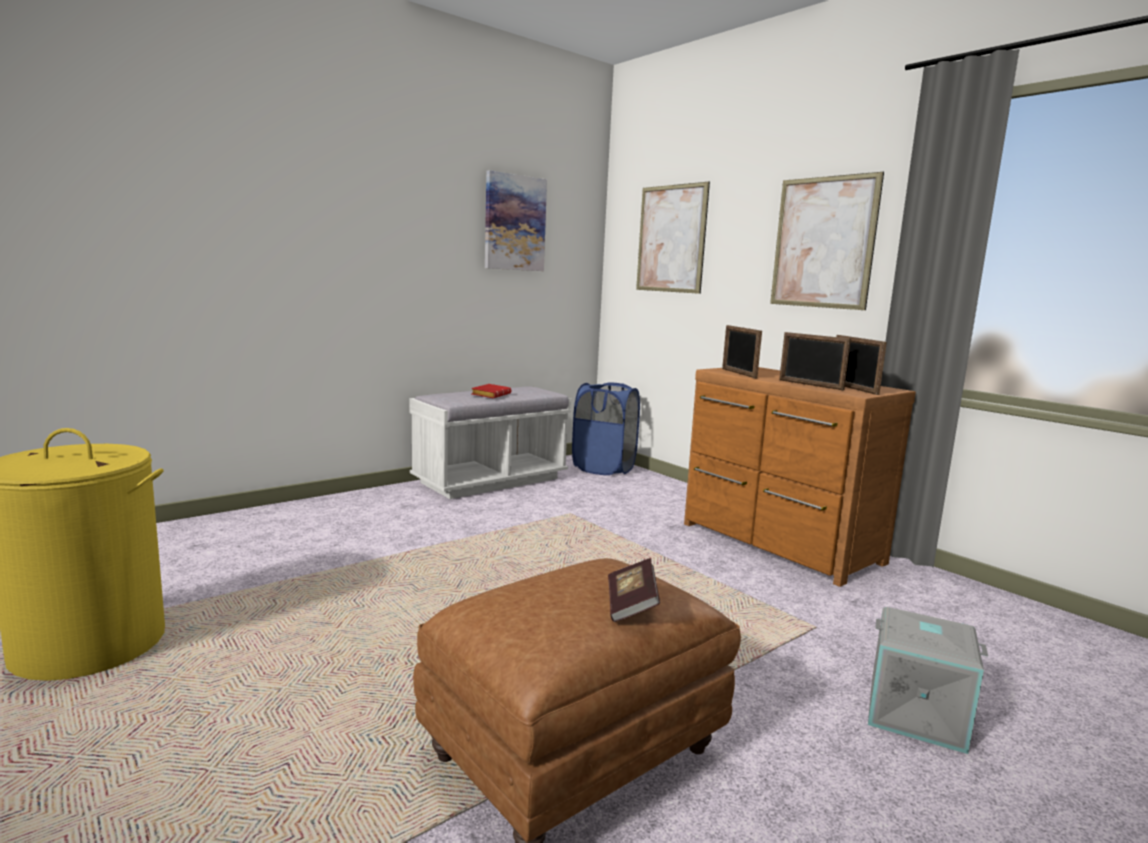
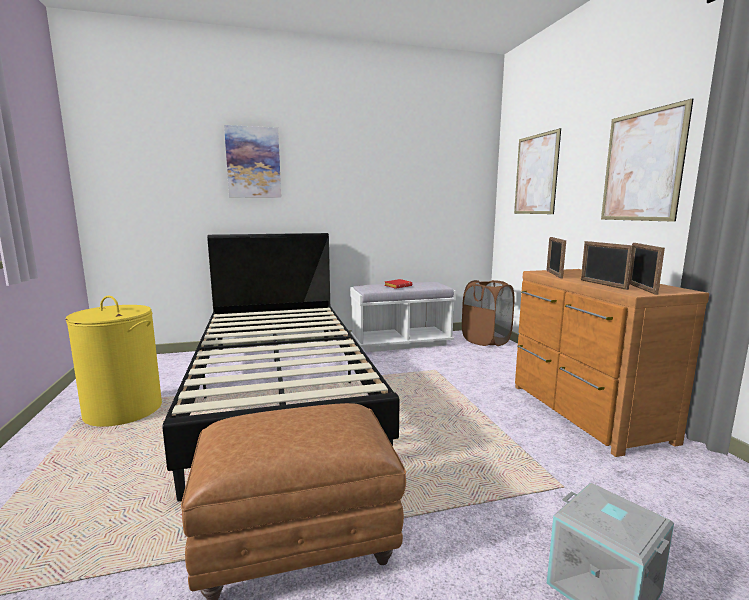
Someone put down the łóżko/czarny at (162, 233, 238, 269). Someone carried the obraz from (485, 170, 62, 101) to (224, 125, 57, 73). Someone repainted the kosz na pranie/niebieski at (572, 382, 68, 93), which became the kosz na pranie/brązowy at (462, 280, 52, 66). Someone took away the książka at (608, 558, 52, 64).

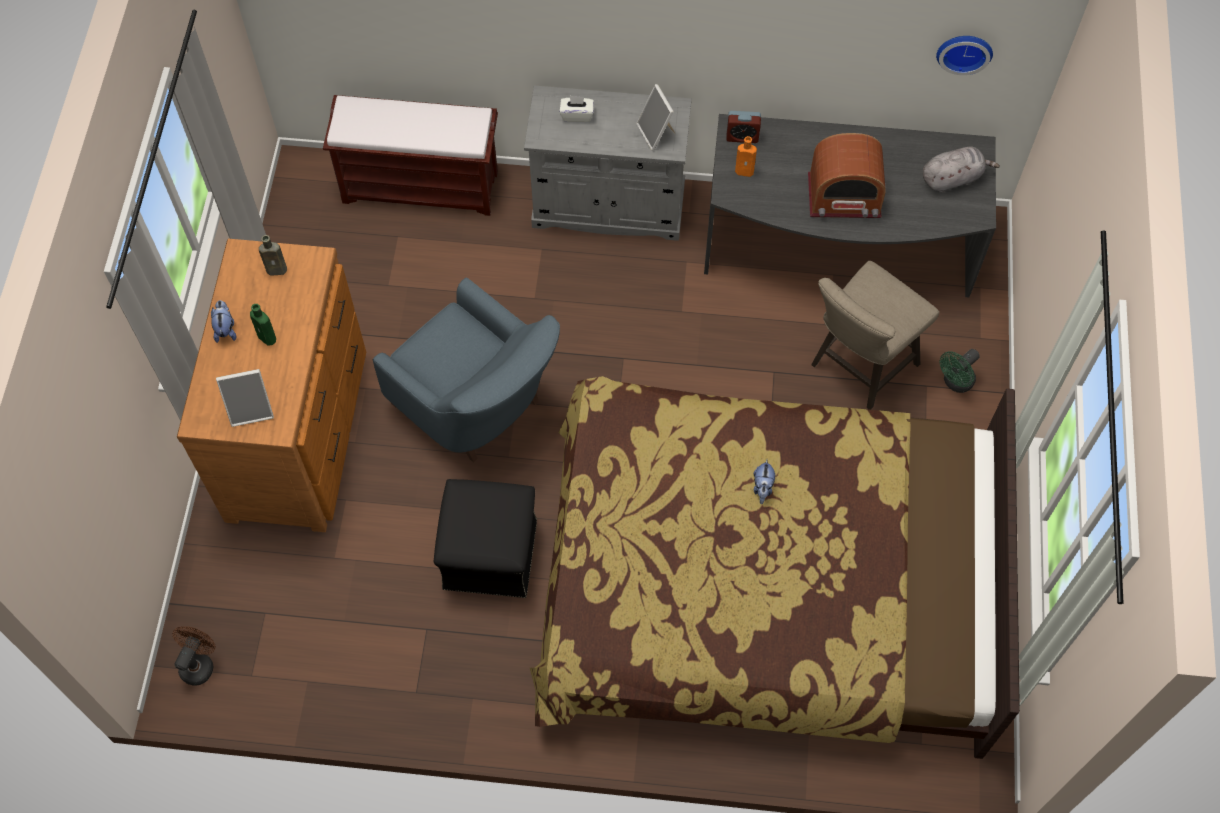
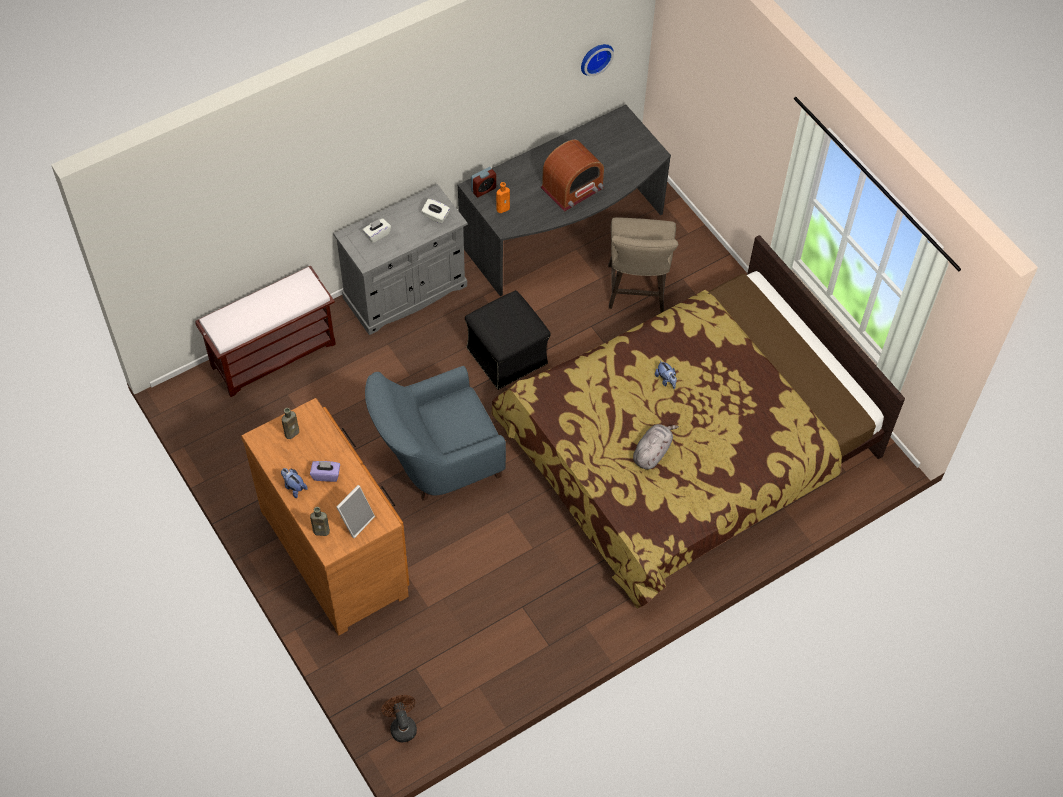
Someone swapped the butelka/zielony at (250, 304, 26, 42) for the pudełko chusteczek/fioletowy at (310, 461, 30, 21). Someone put down the butelka/brązowy at (310, 507, 20, 29). Someone rotated the fotel/niebieski at (372, 277, 188, 185) by 150 degrees clockwise. Someone swapped the ramka na zdjęcie at (636, 84, 39, 67) for the pudełko chusteczek/biały at (421, 199, 29, 25). Someone carried the pufa/czarny from (434, 479, 103, 119) to (465, 290, 86, 100). Someone carried the pluszak/szary from (923, 146, 77, 47) to (633, 424, 46, 46). Someone took away the wentylator/zielony at (940, 349, 40, 44).

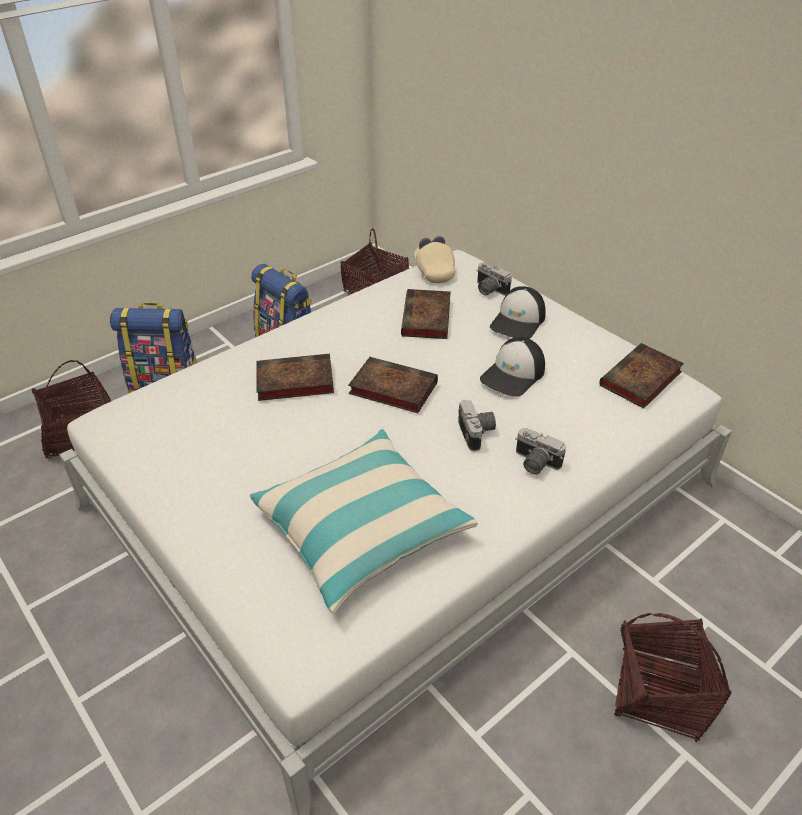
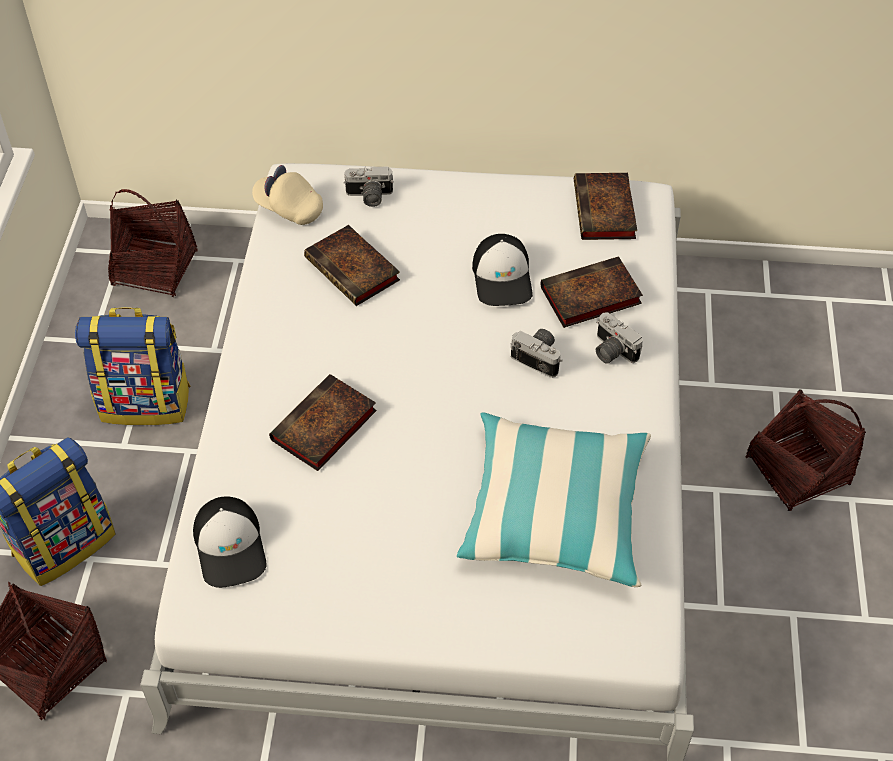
Someone carried the czapka z daszkiem from (490, 286, 56, 53) to (193, 497, 74, 91). Someone carried the książka from (348, 357, 90, 56) to (541, 256, 102, 72). Someone rotated the aparat fotograficzny at (515, 428, 51, 46) by 60 degrees clockwise.

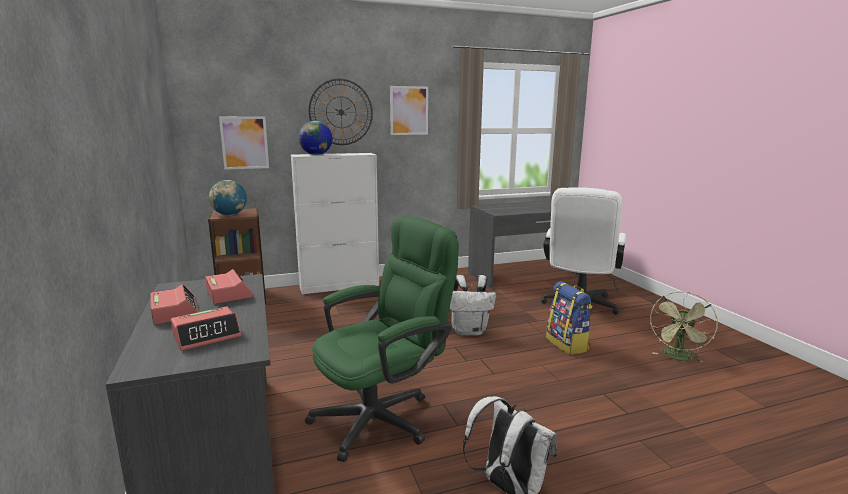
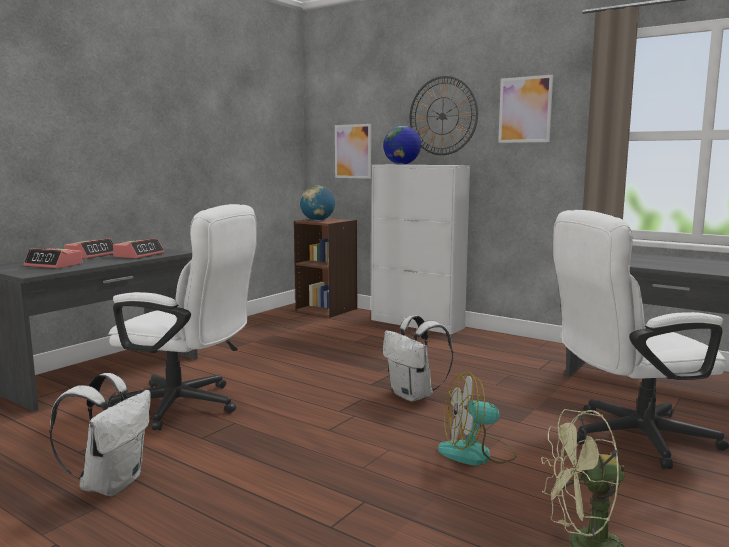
Someone repainted the krzesło biurowe/zielony at (305, 216, 154, 246), which became the krzesło biurowe/biały at (108, 204, 149, 226). Someone swapped the plecak at (546, 282, 46, 73) for the wentylator at (438, 372, 79, 93).

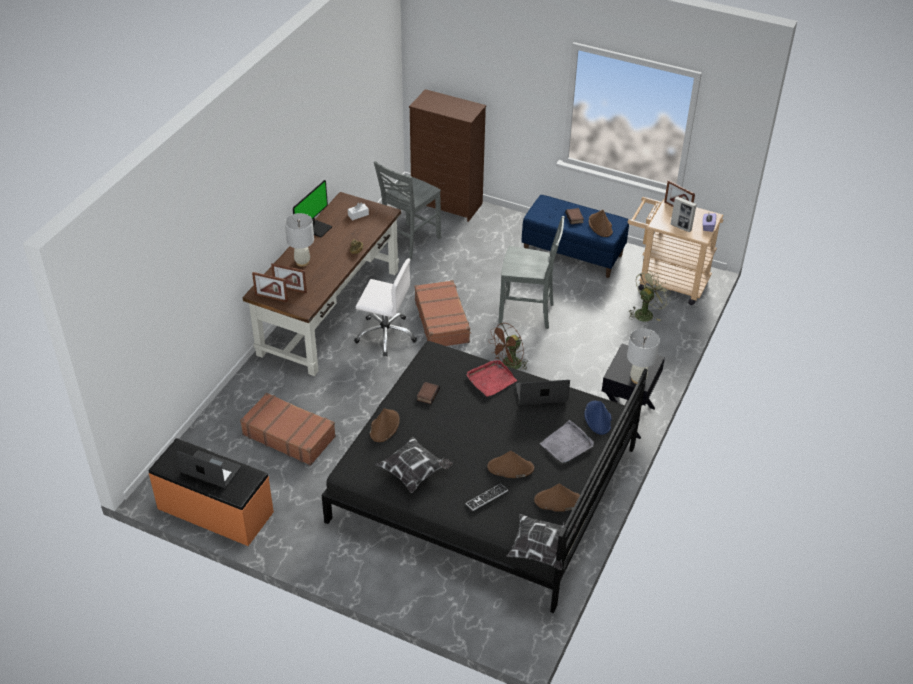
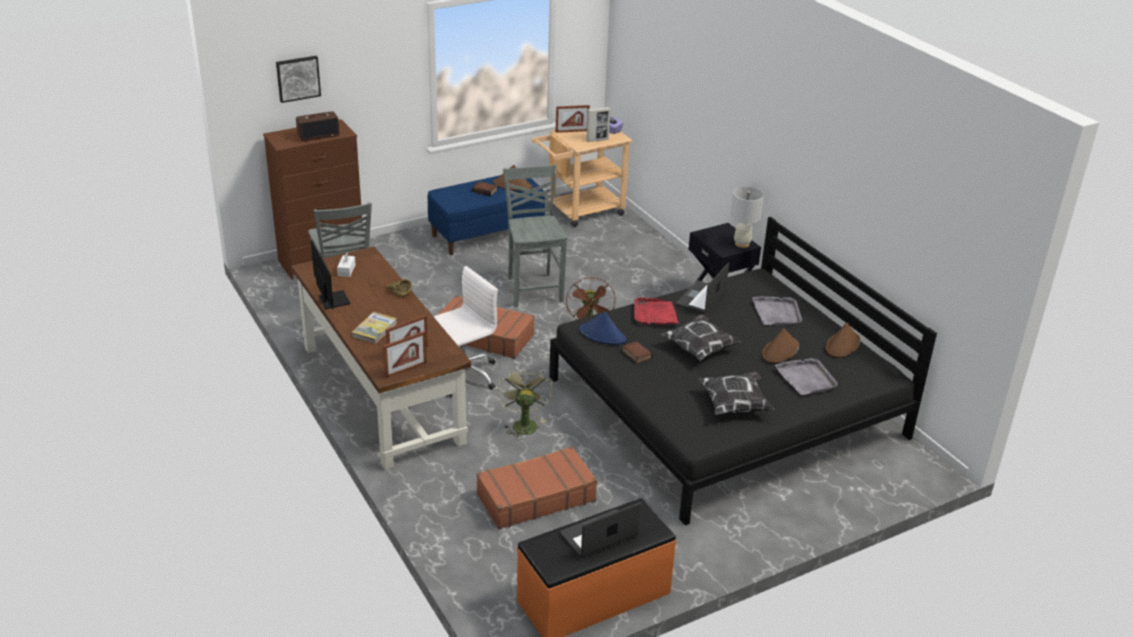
Someone put up the obraz at (276, 56, 45, 47). Someone put down the radio at (296, 111, 44, 30). Someone swapped the lampa stołowa/biały at (285, 213, 29, 54) for the książka at (352, 312, 45, 32). Someone carried the wentylator/zielony from (629, 270, 42, 52) to (497, 367, 56, 73). Someone rotated the krzesło/szary at (499, 216, 66, 113) by 60 degrees counterclockwise. Someone carried the kapelusz/niebieski from (584, 401, 28, 34) to (579, 312, 47, 33). Someone carried the poduszka from (507, 514, 70, 56) to (661, 314, 80, 47). Someone swapped the klawiatura at (465, 484, 43, 27) for the taca/szary at (775, 358, 63, 37). Someone took away the kapelusz/brązowy at (370, 408, 30, 34).

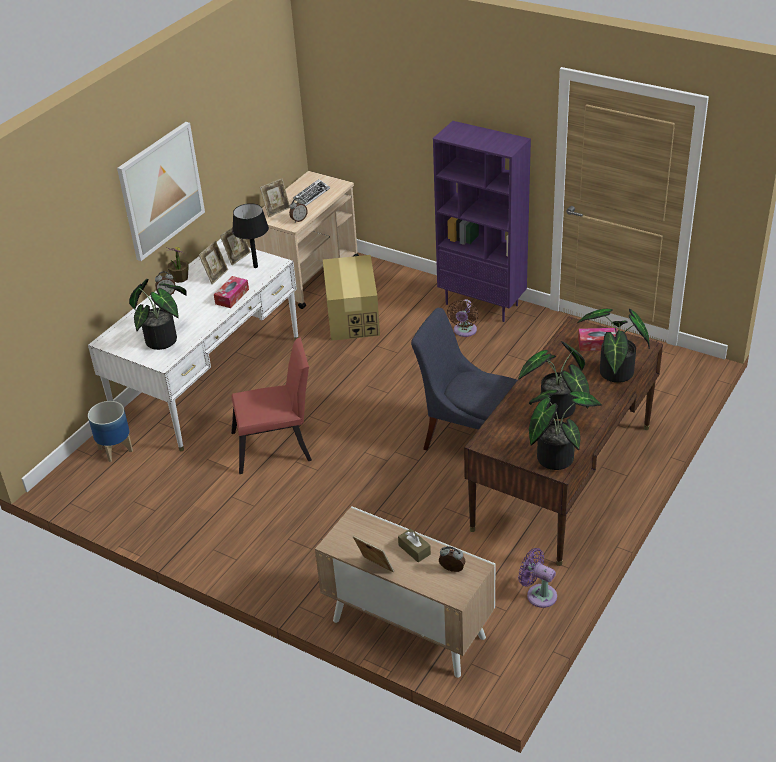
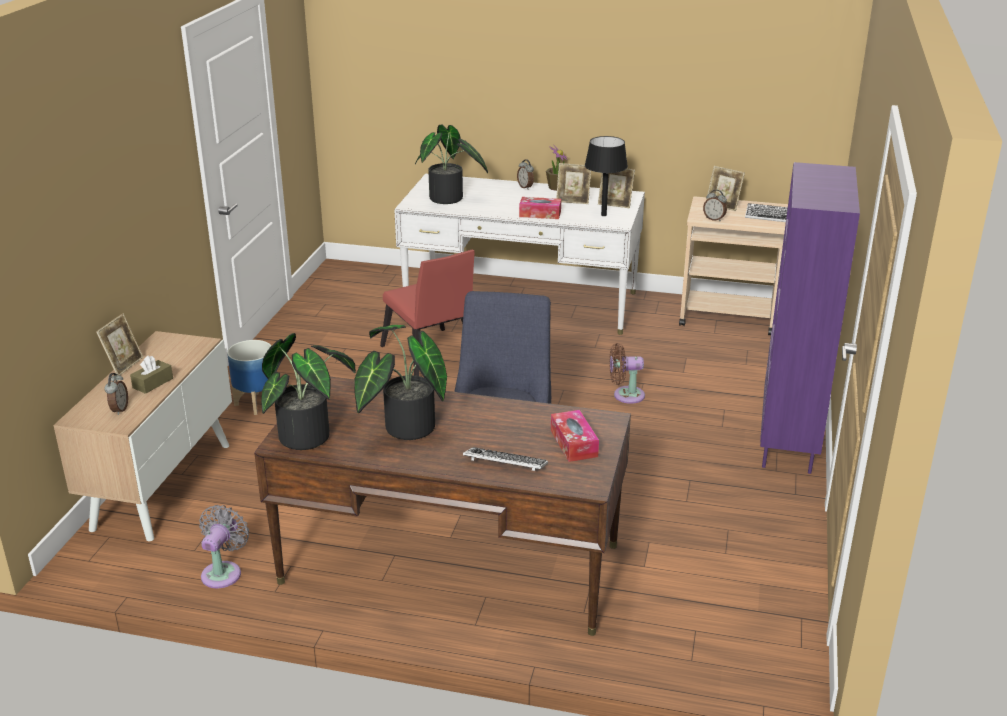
Someone repainted the wentylator/fioletowy at (518, 548, 39, 60), which became the wentylator/szary at (199, 505, 50, 83). Someone carried the donica from (88, 401, 45, 61) to (227, 340, 44, 75). Someone swapped the roślina doniczkowa at (577, 309, 73, 74) for the klawiatura at (463, 447, 85, 24). Someone carried the wentylator/brązowy from (447, 299, 31, 38) to (610, 343, 35, 61). Someone took away the obraz at (117, 122, 88, 139). Someone took away the karton at (323, 255, 57, 86).

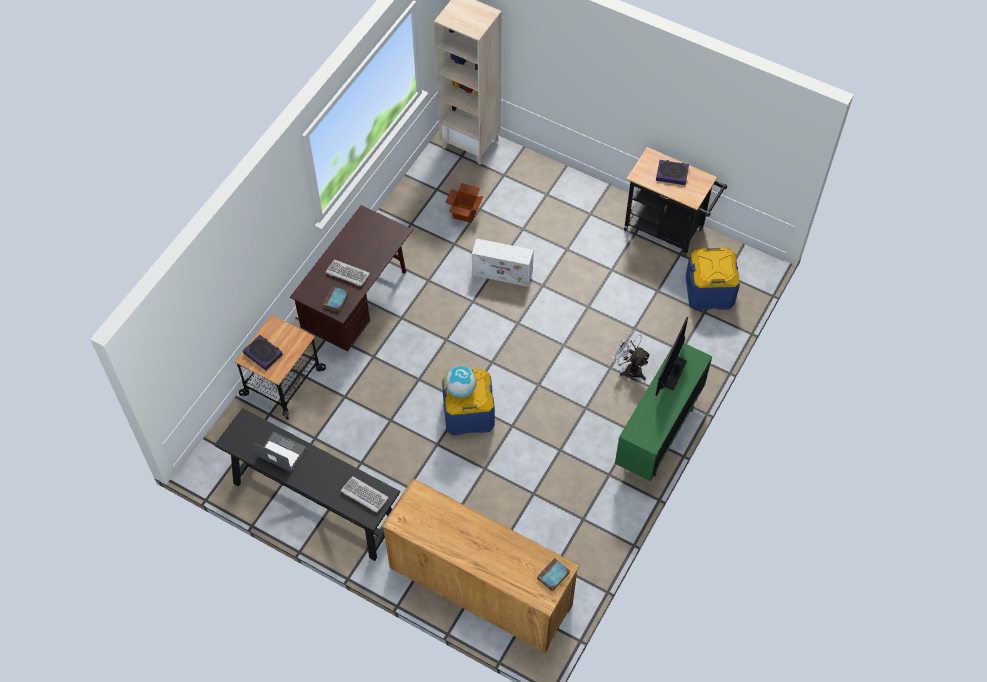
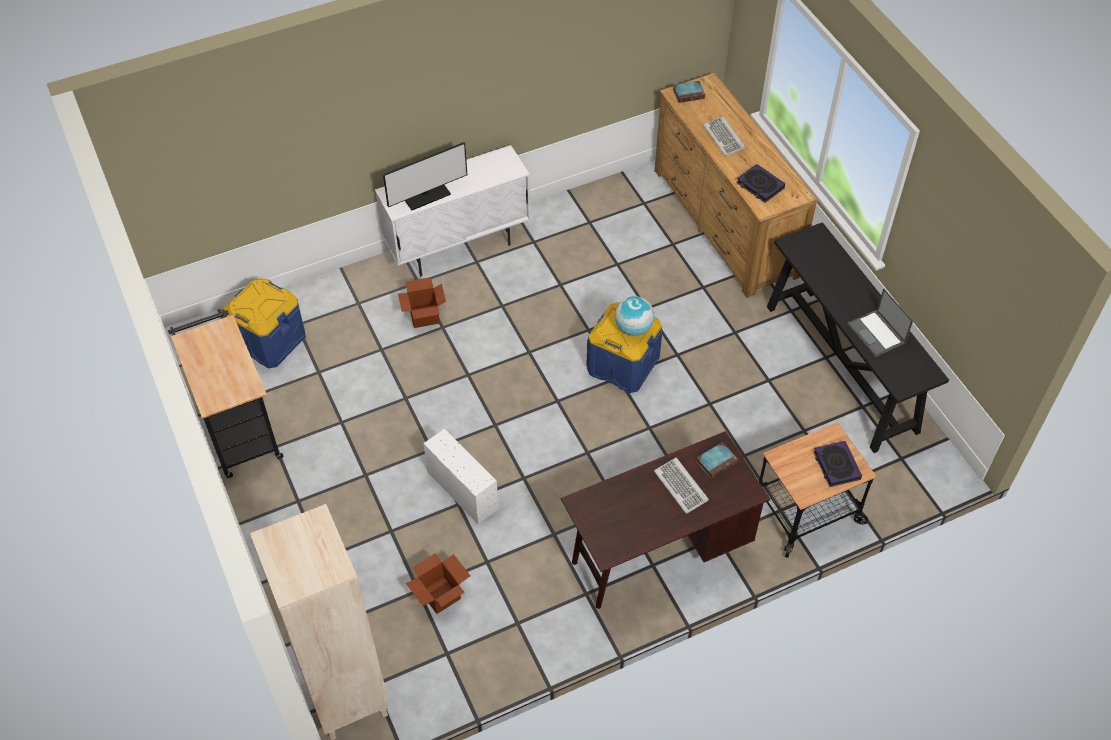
Someone repainted the szafka/zielony at (615, 343, 97, 138), which became the szafka/biały at (375, 145, 156, 131). Someone swapped the wentylator/biały at (612, 330, 39, 50) for the karton at (398, 277, 48, 51). Someone carried the klawiatura from (341, 476, 48, 37) to (703, 116, 43, 40). Someone carried the książka from (656, 160, 33, 25) to (736, 164, 49, 39).

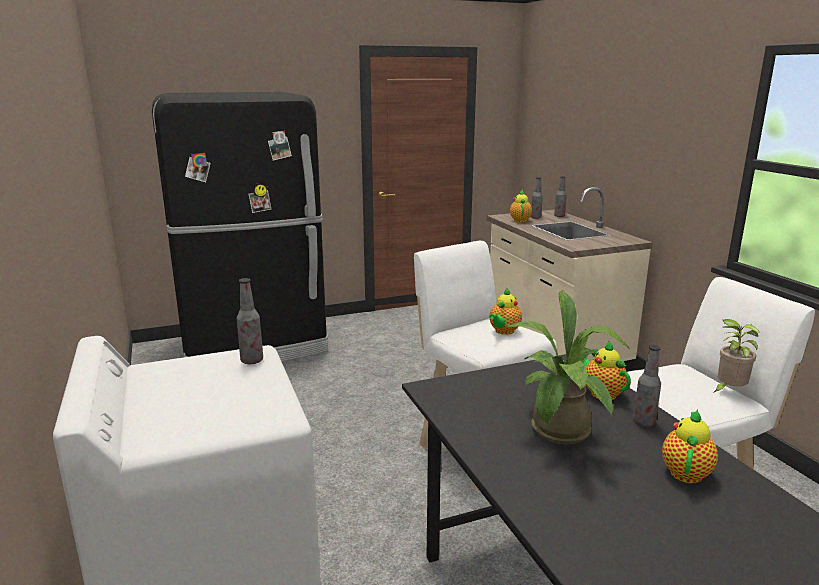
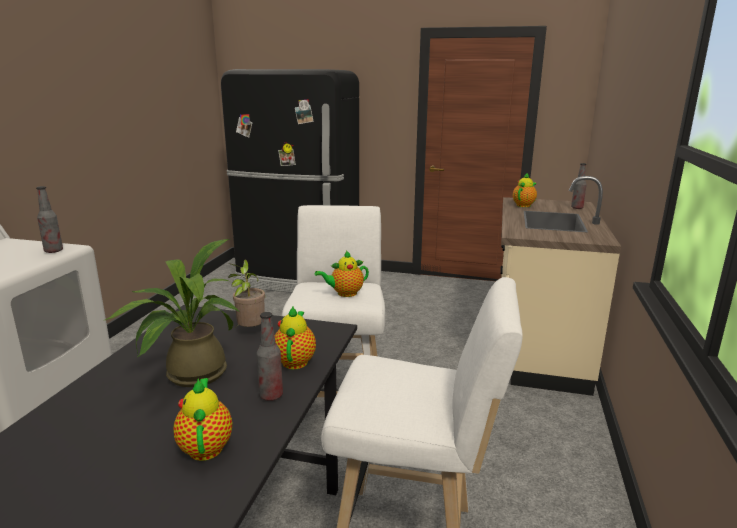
Someone rotated the imbryk at (662, 409, 56, 74) by 75 degrees counterclockwise. Someone carried the roślina doniczkowa from (713, 319, 47, 74) to (228, 259, 37, 68). Someone took away the butelka at (531, 177, 12, 42).

